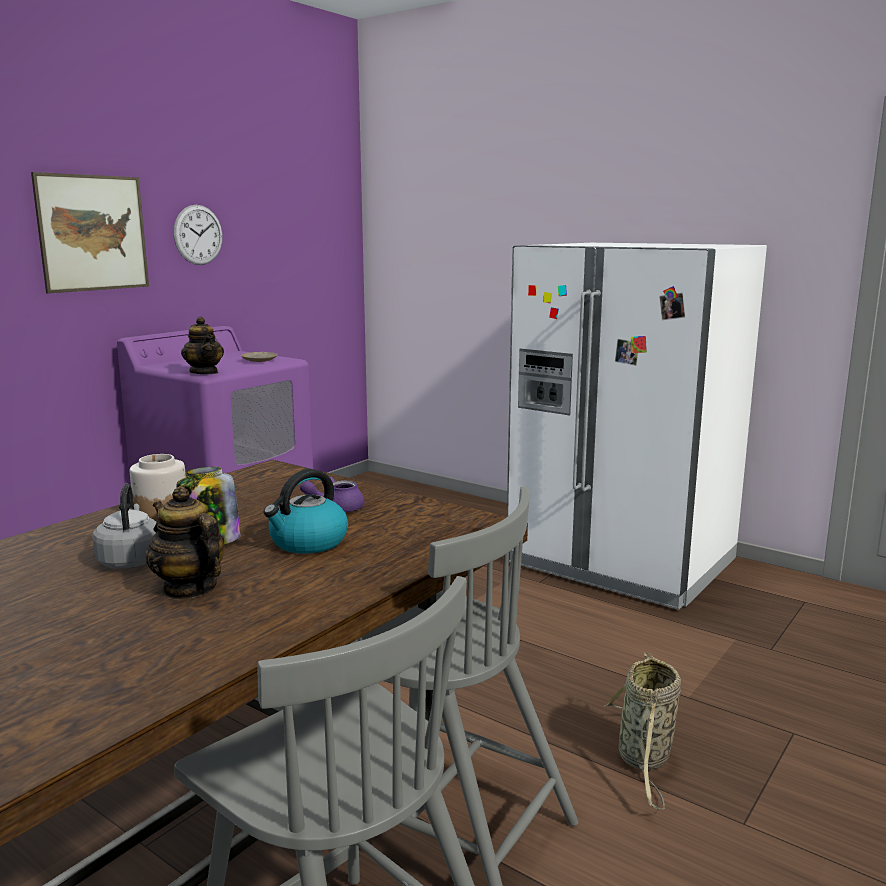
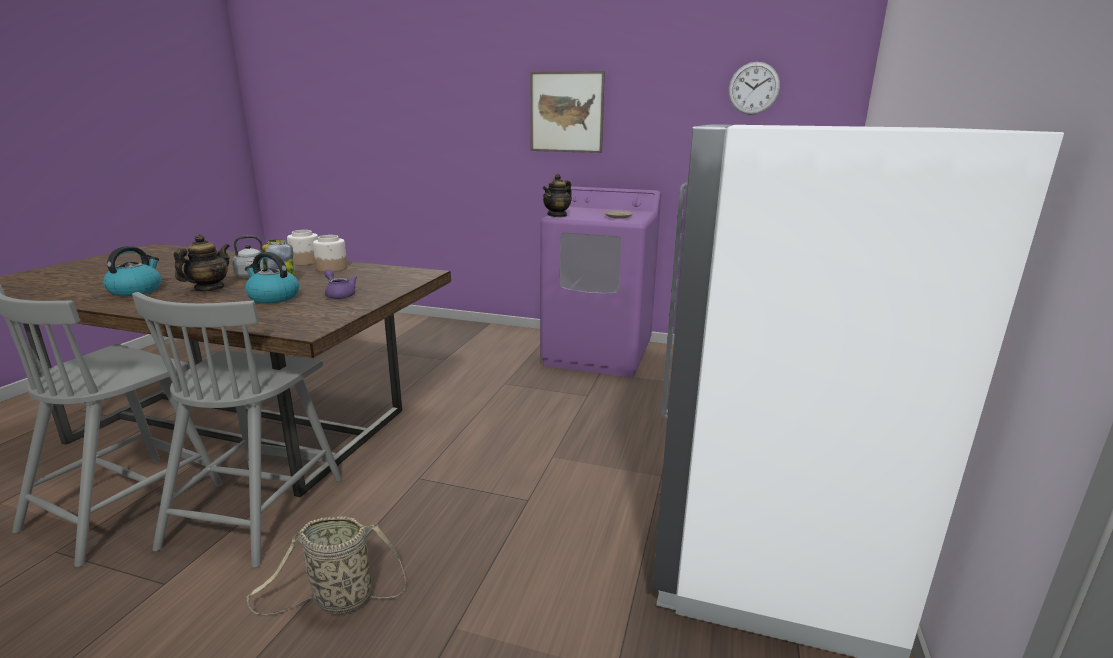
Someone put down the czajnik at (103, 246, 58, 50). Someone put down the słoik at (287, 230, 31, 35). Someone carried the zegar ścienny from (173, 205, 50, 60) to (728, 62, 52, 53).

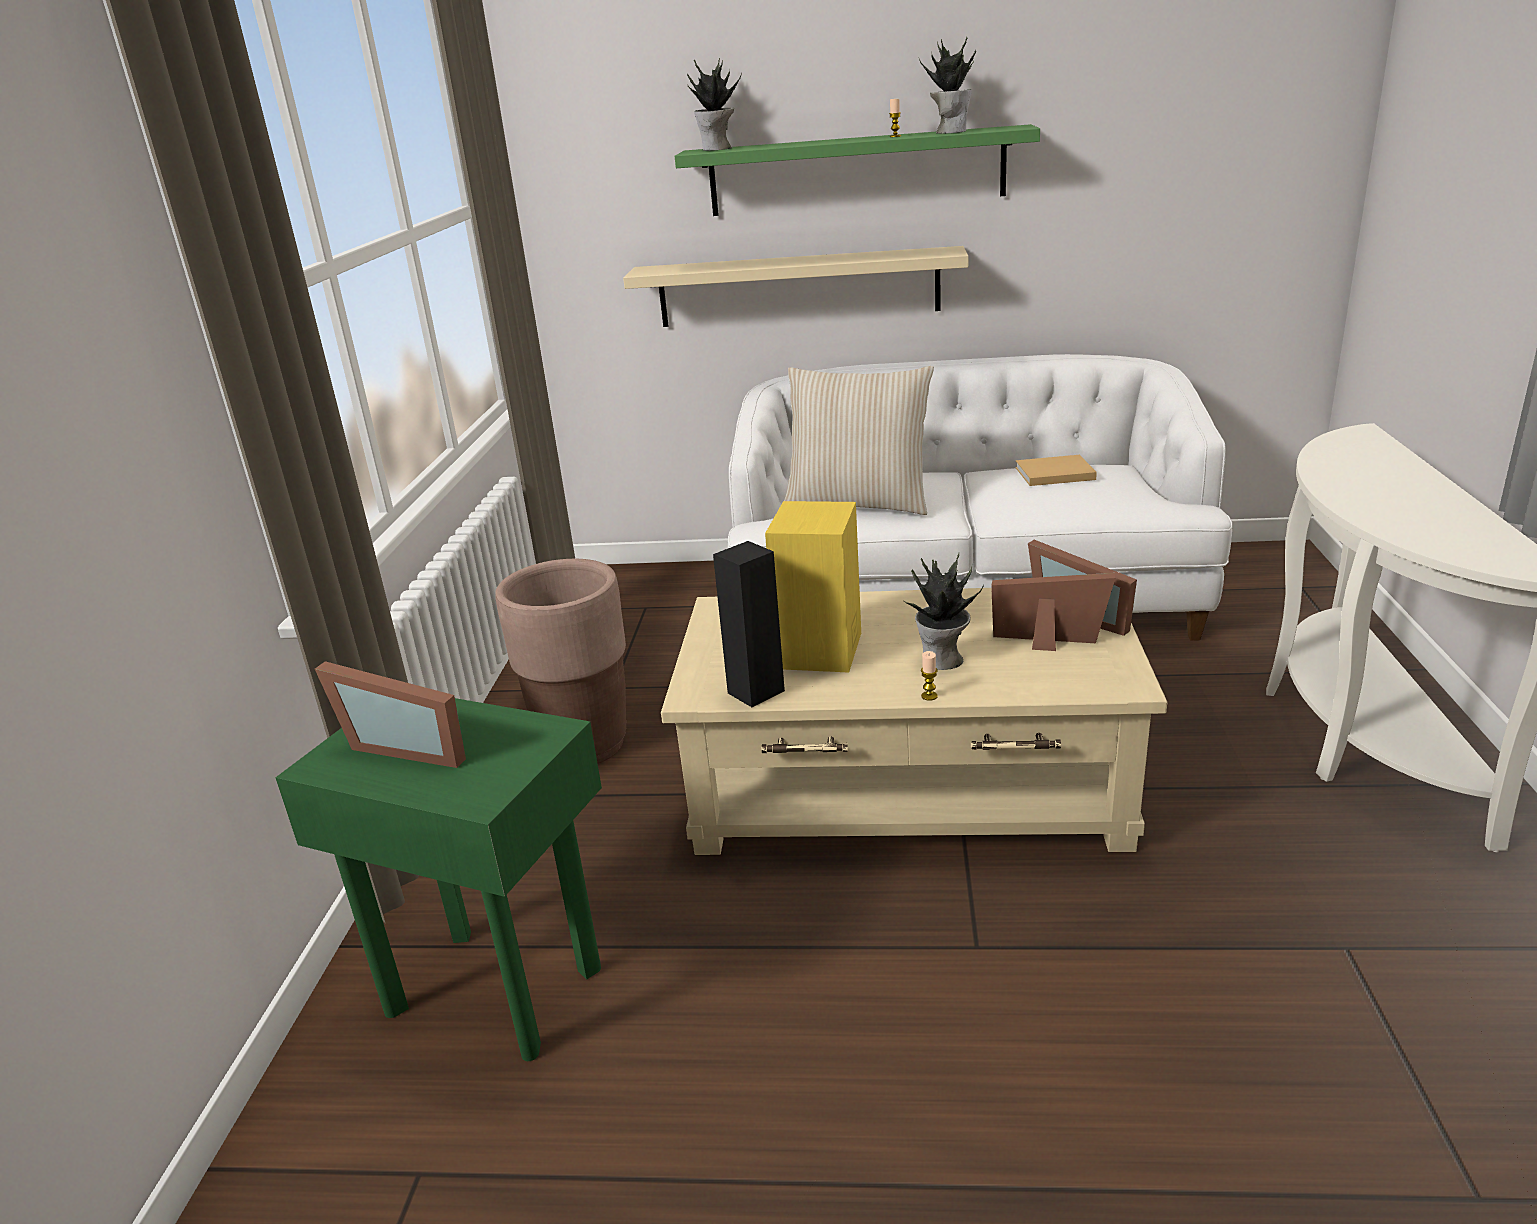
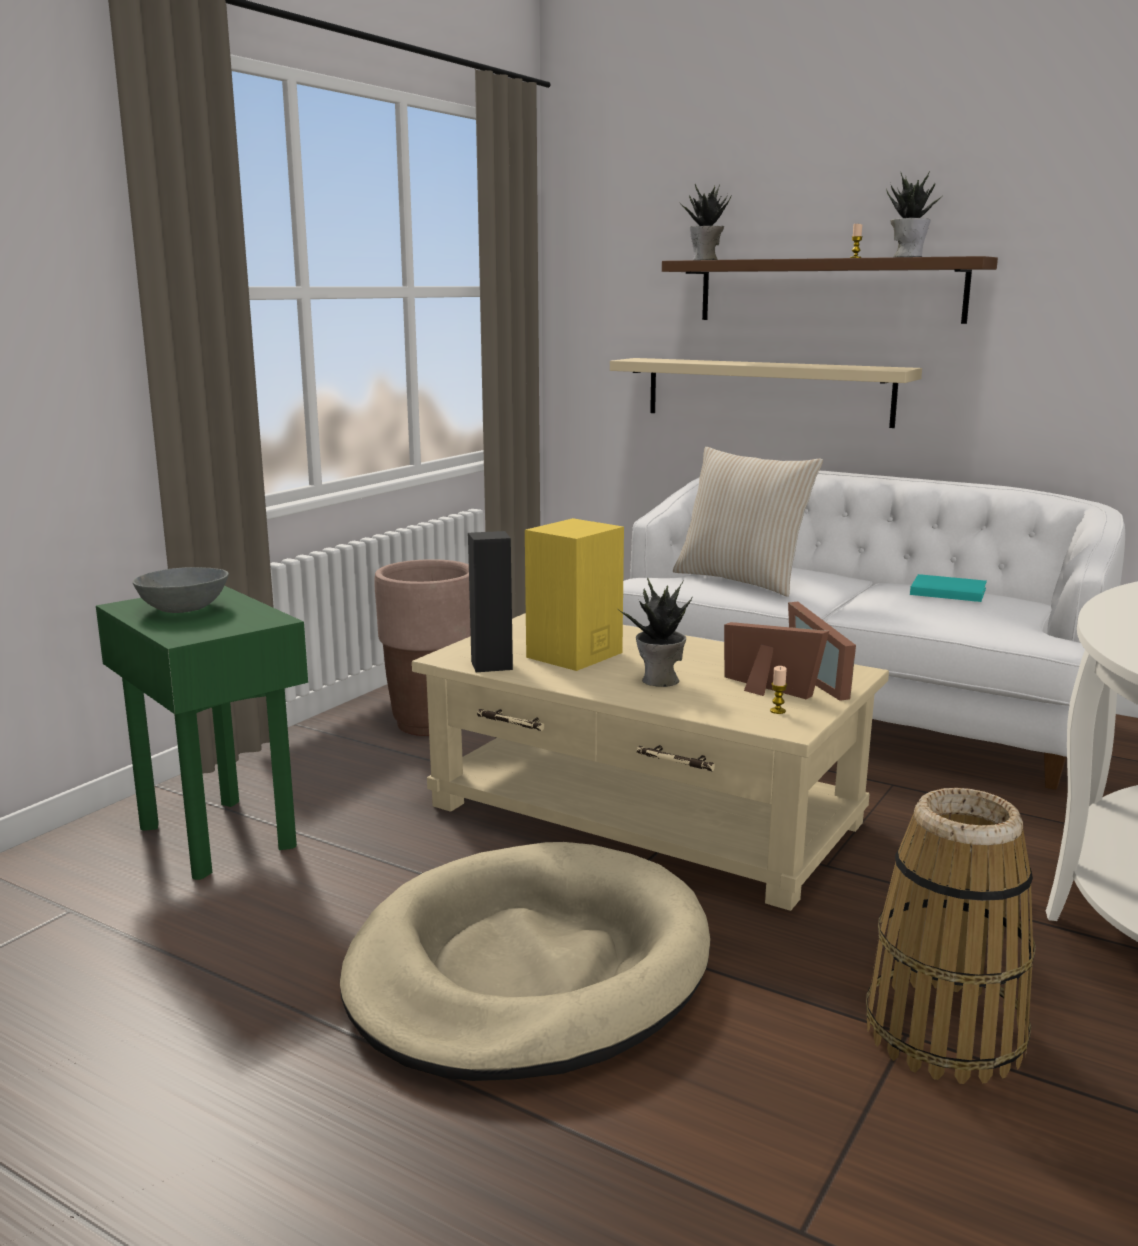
Someone swapped the ramka na zdjęcie at (315, 661, 151, 107) for the miska/szary at (133, 567, 96, 46). Someone put down the legowisko/beżowy at (340, 842, 370, 239). Someone repainted the półka/zielony at (675, 124, 365, 92), which became the półka/brązowy at (662, 256, 336, 68). Someone carried the świeca from (921, 651, 17, 50) to (770, 666, 17, 48). Someone put down the koszyk at (866, 788, 170, 296). Someone repainted the książka/beżowy at (1015, 455, 82, 31), which became the książka/turkusowy at (910, 574, 77, 28).

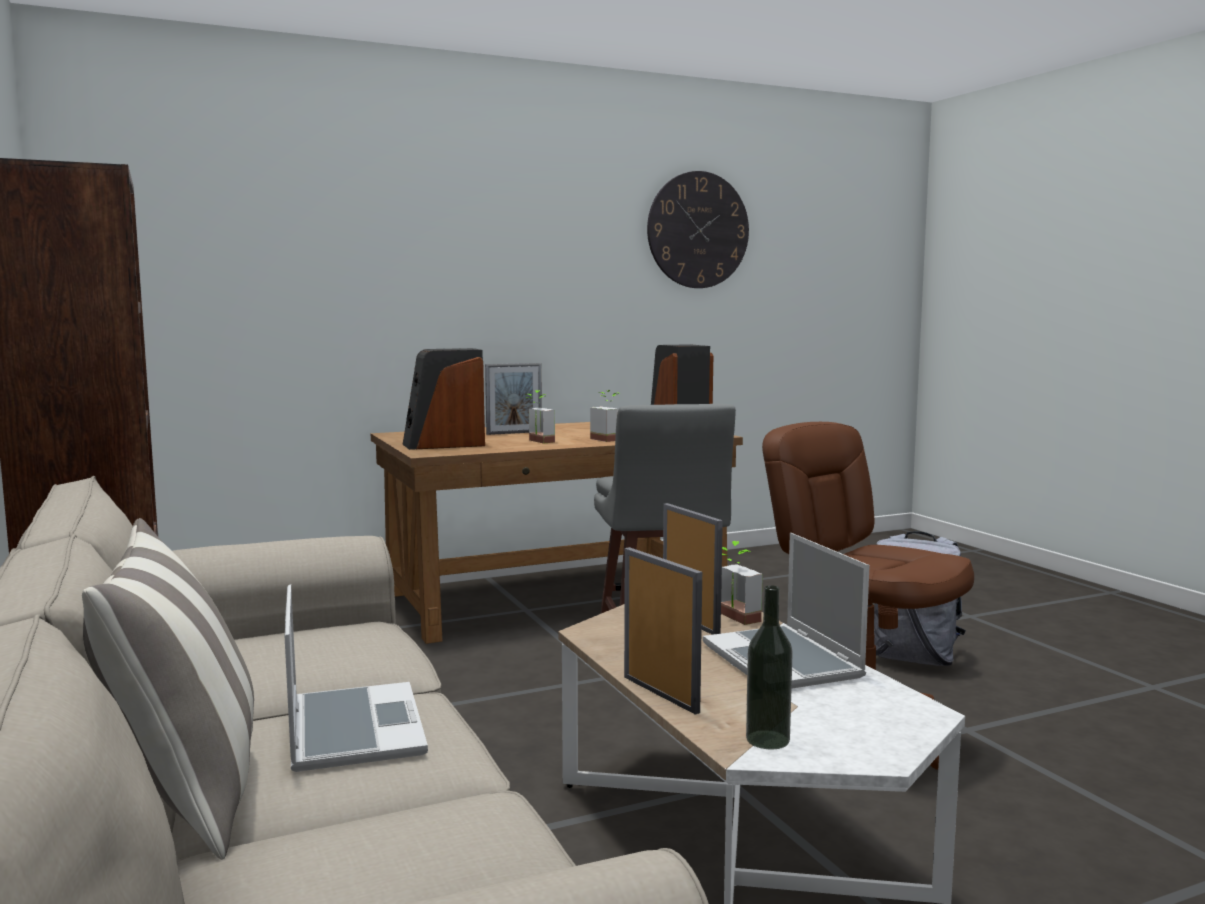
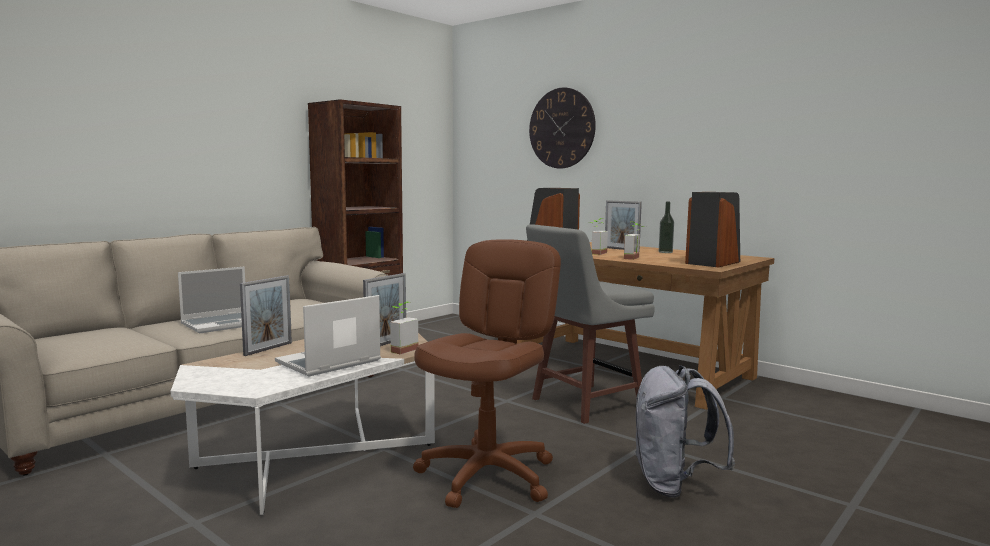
Someone carried the zegar ścienny from (647, 171, 102, 117) to (529, 88, 67, 80). Someone carried the butelka from (746, 585, 47, 164) to (659, 202, 15, 51). Someone took away the poduszka at (82, 518, 172, 342).

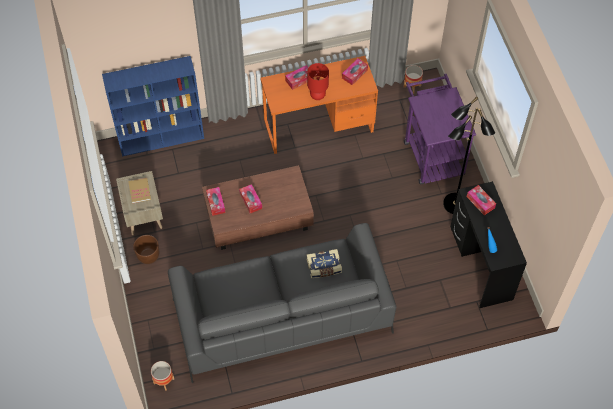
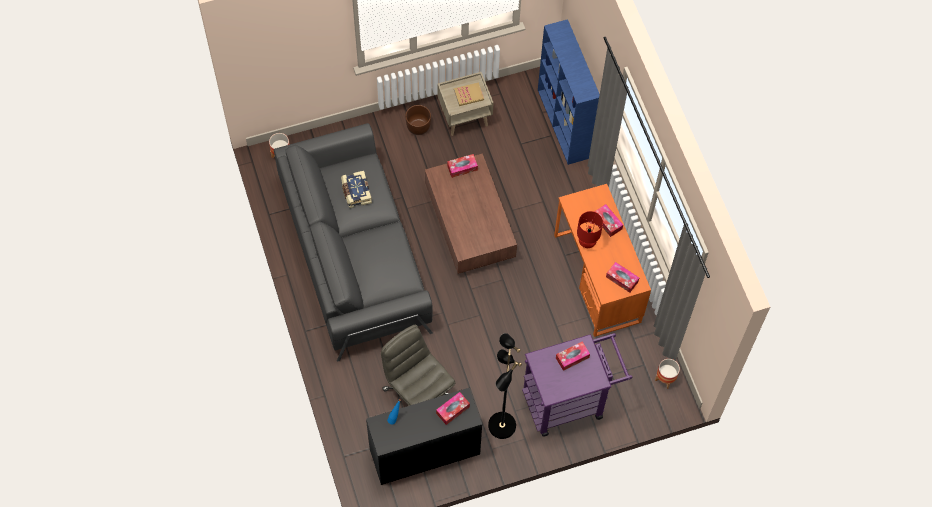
Someone carried the książka from (307, 249, 35, 29) to (341, 171, 31, 37). Someone put down the krzesło biurowe/szary at (381, 325, 75, 81). Someone carried the pudełko chusteczek from (239, 184, 23, 29) to (556, 341, 34, 30).

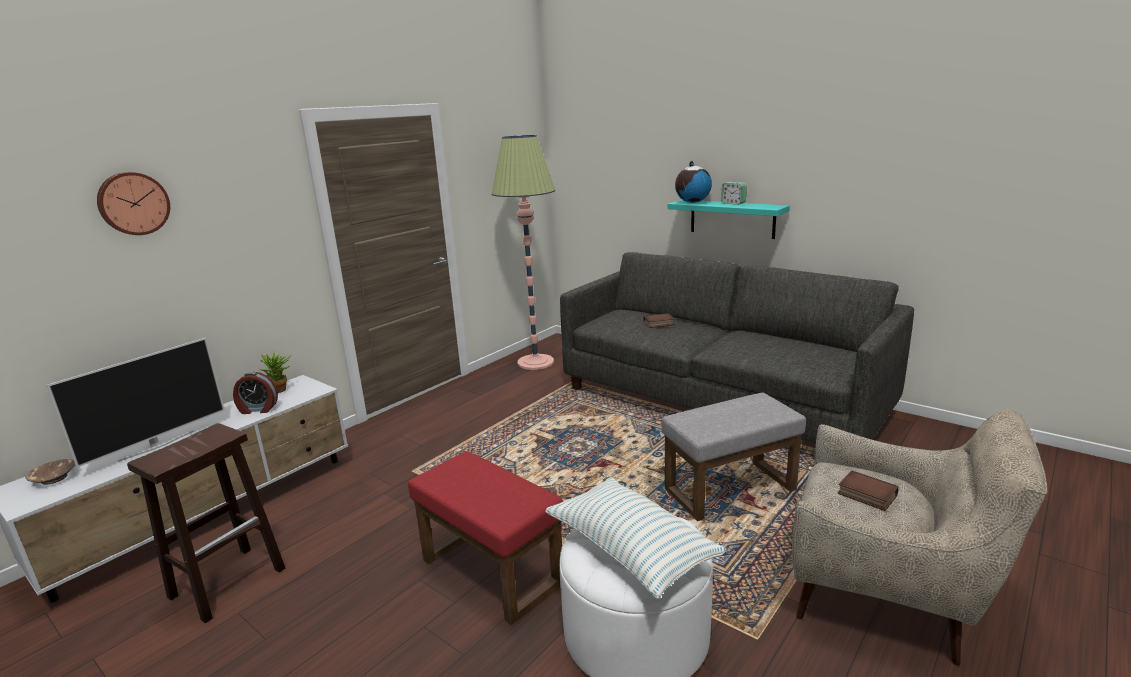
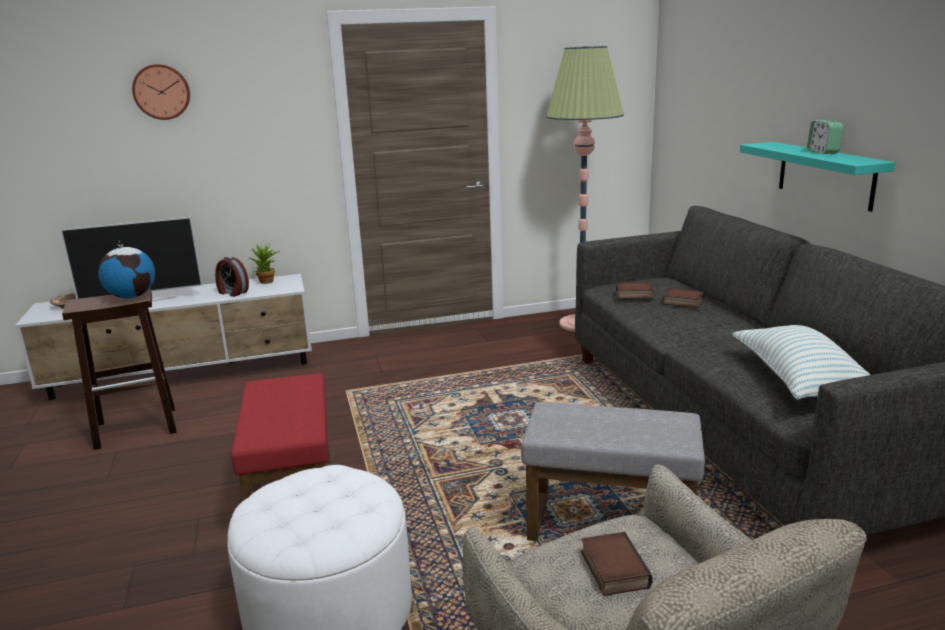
Someone carried the globus from (675, 161, 37, 42) to (98, 240, 57, 58). Someone put down the książka at (616, 283, 38, 16). Someone carried the poduszka from (545, 477, 181, 122) to (732, 325, 138, 75).

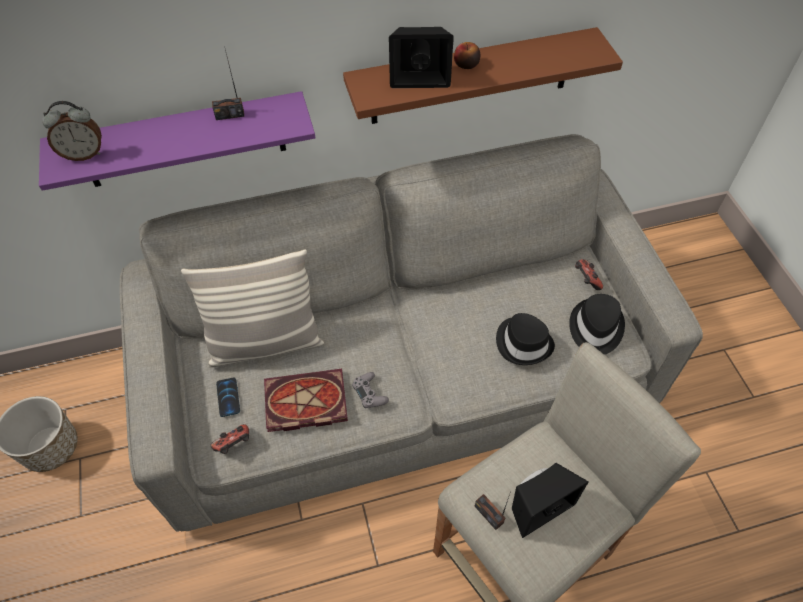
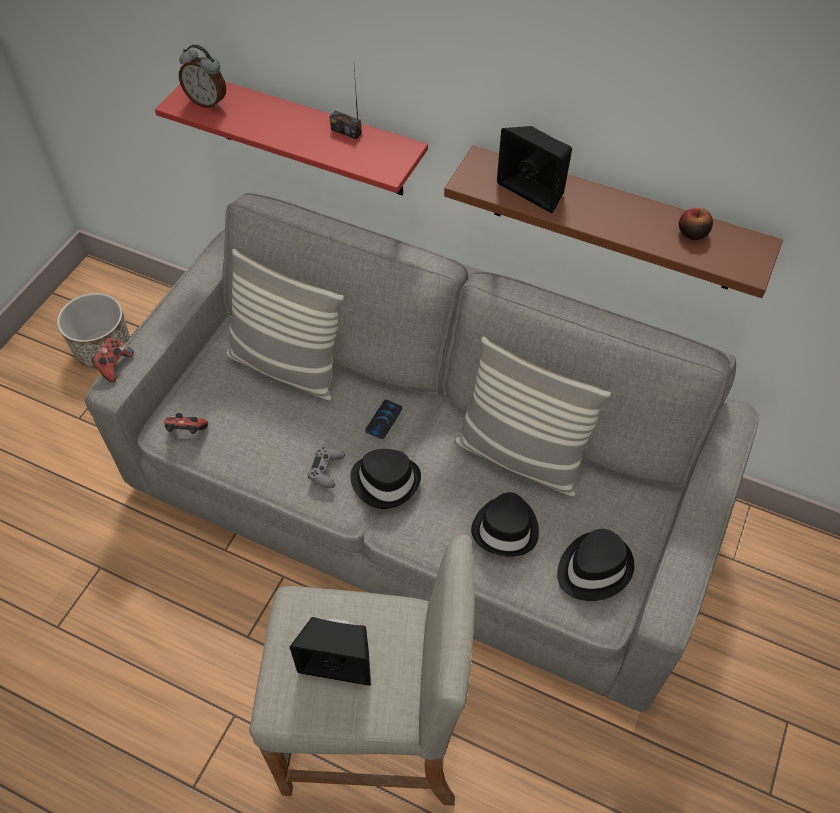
Someone carried the pad do gier from (575, 259, 28, 31) to (91, 338, 43, 45). Someone repainted the półka/fioletowy at (39, 91, 276, 100), which became the półka/czerwony at (155, 82, 273, 113). Someone put down the kapelusz/czarny at (350, 449, 71, 60). Someone carried the telefon from (216, 378, 24, 39) to (365, 400, 37, 39). Someone put down the poduszka at (453, 336, 158, 161). Someone carried the jabłko from (454, 42, 26, 27) to (679, 207, 34, 33). Someone took away the książka at (264, 369, 84, 63). Someone took away the radio at (475, 494, 35, 36).

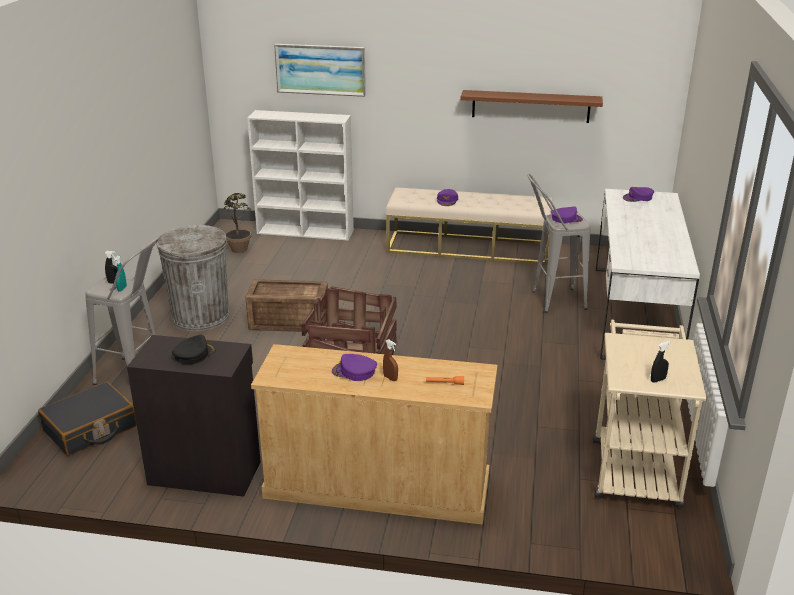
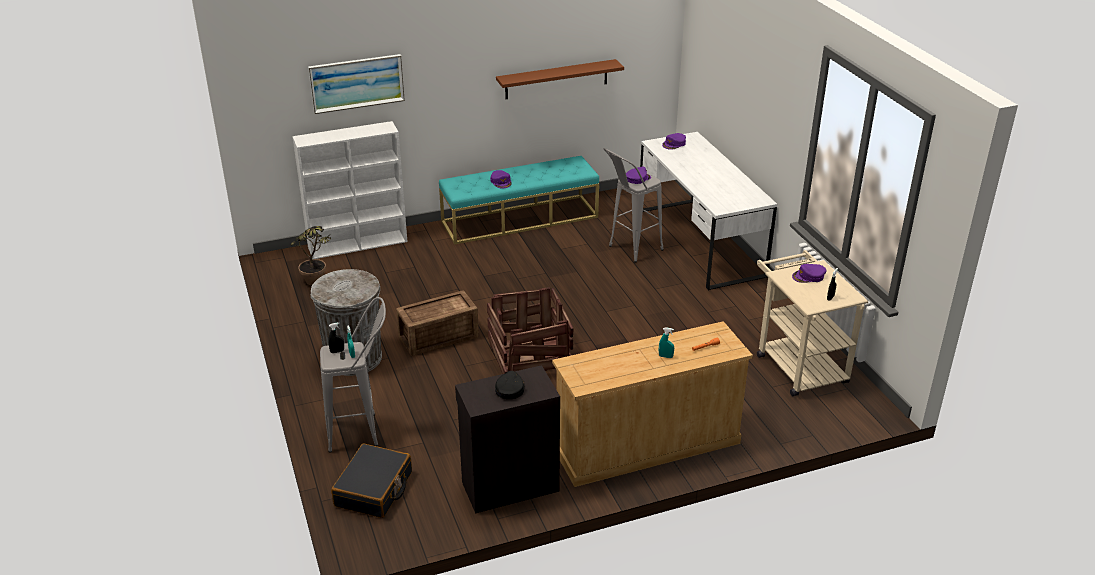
Someone repainted the ławka/beżowy at (386, 188, 167, 77), which became the ławka/turkusowy at (439, 156, 160, 89). Someone repainted the spryskiwacz/brązowy at (383, 339, 15, 42), which became the spryskiwacz/turkusowy at (659, 327, 15, 31). Someone carried the czapka z daszkiem/fioletowy from (332, 354, 45, 27) to (792, 264, 35, 19).

